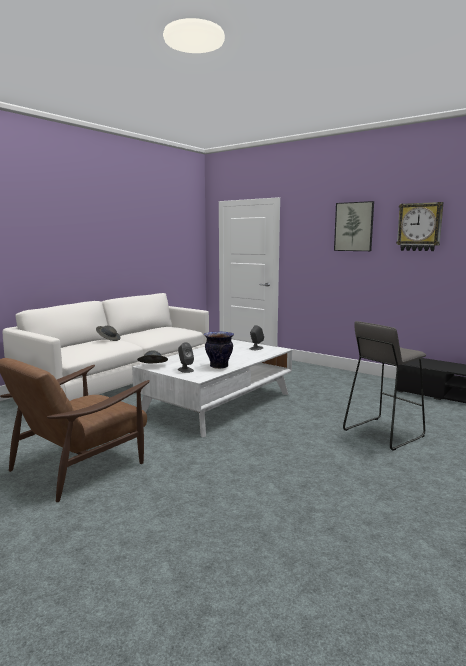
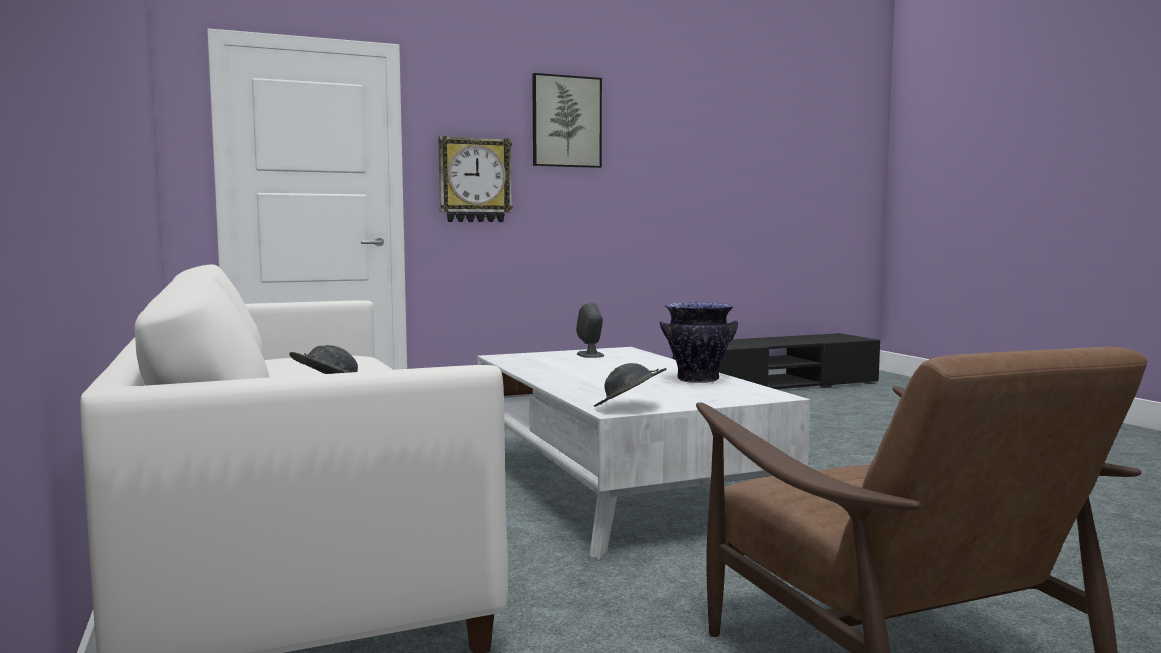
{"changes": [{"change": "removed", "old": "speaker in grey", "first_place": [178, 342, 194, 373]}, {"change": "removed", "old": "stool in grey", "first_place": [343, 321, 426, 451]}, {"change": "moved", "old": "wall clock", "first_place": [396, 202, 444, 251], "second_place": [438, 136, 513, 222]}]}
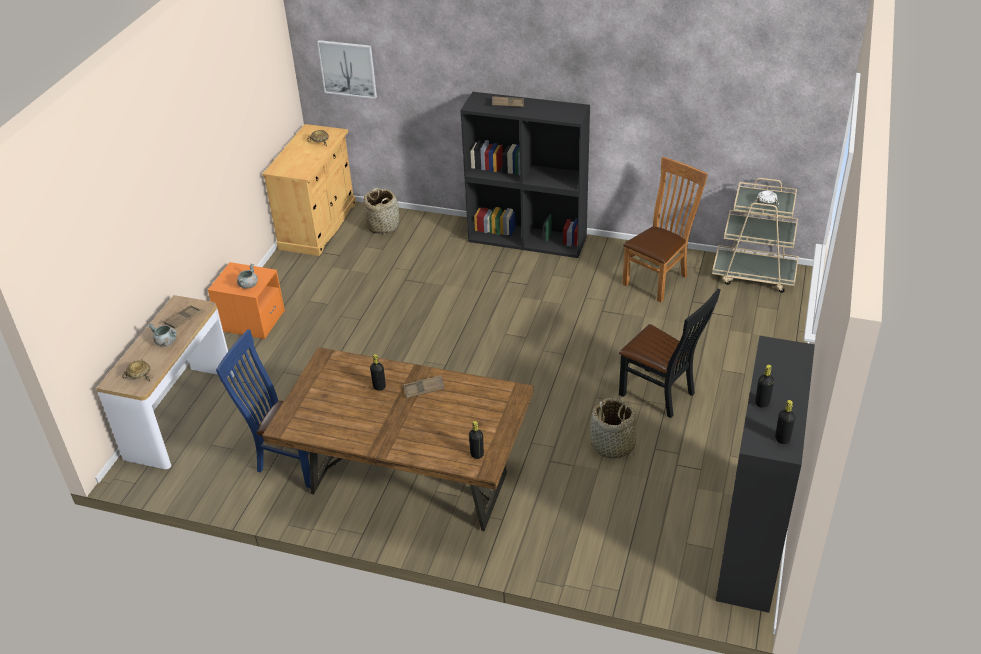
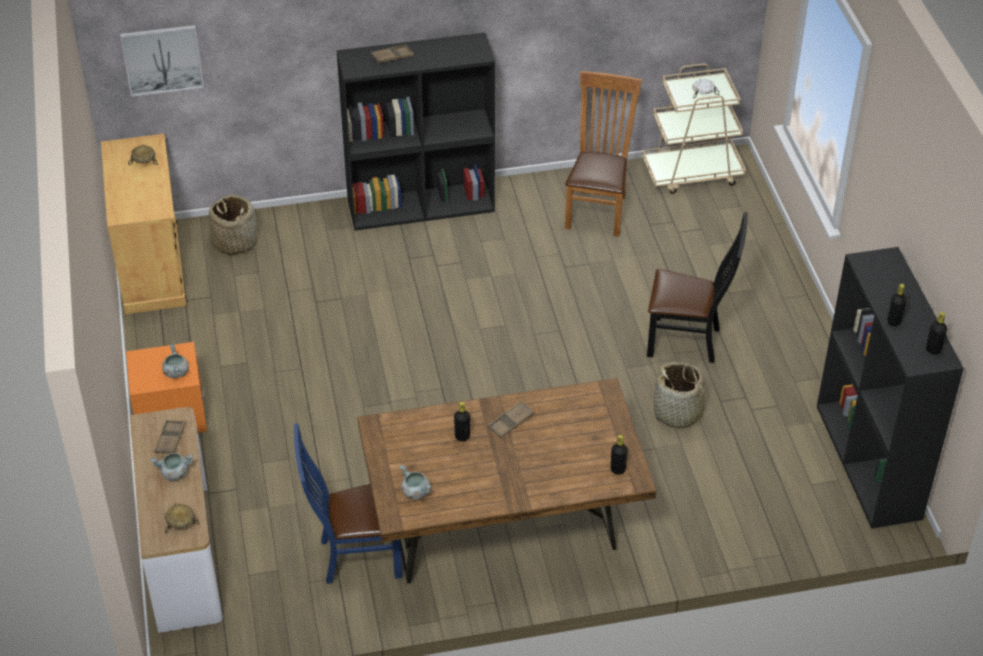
{"changes": [{"change": "added", "new": "cooking pot in grey", "second_place": [399, 465, 432, 500]}]}
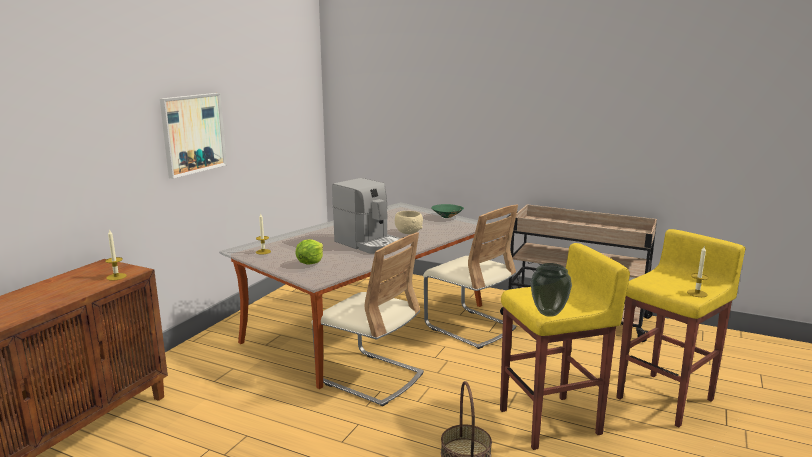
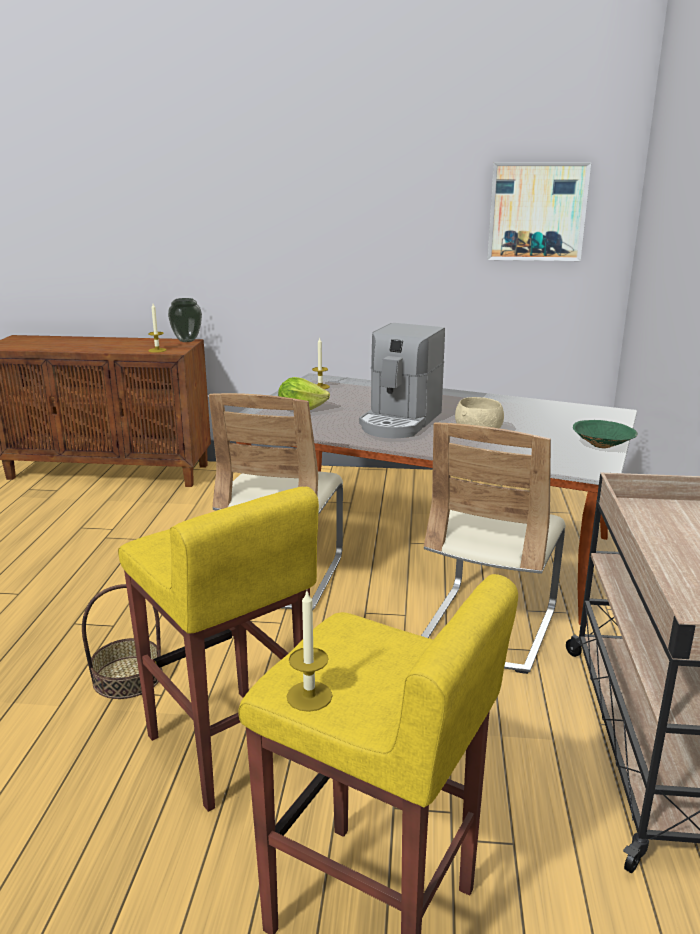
{"changes": [{"change": "moved", "old": "picture", "first_place": [160, 93, 227, 179], "second_place": [487, 162, 591, 261]}, {"change": "moved", "old": "vase", "first_place": [531, 263, 572, 317], "second_place": [168, 298, 202, 342]}]}
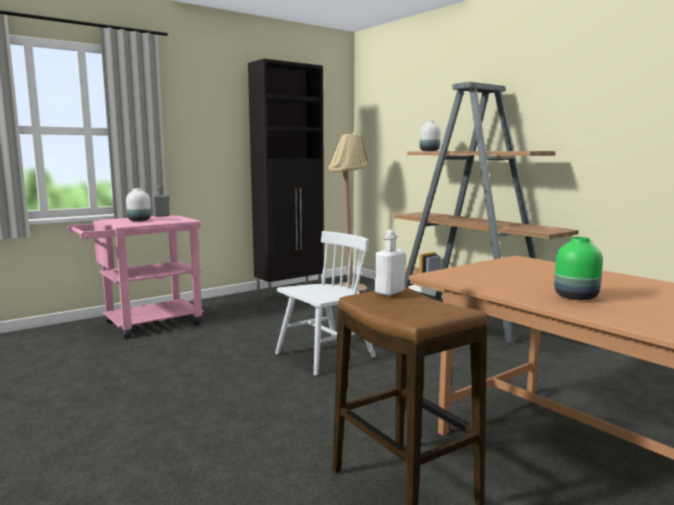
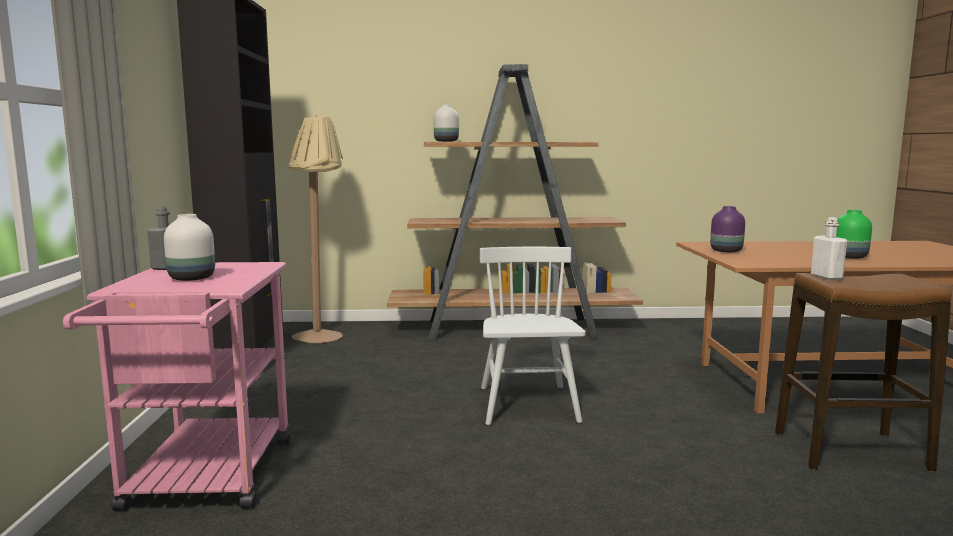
{"changes": [{"change": "added", "new": "vase in purple", "second_place": [710, 206, 745, 252]}]}
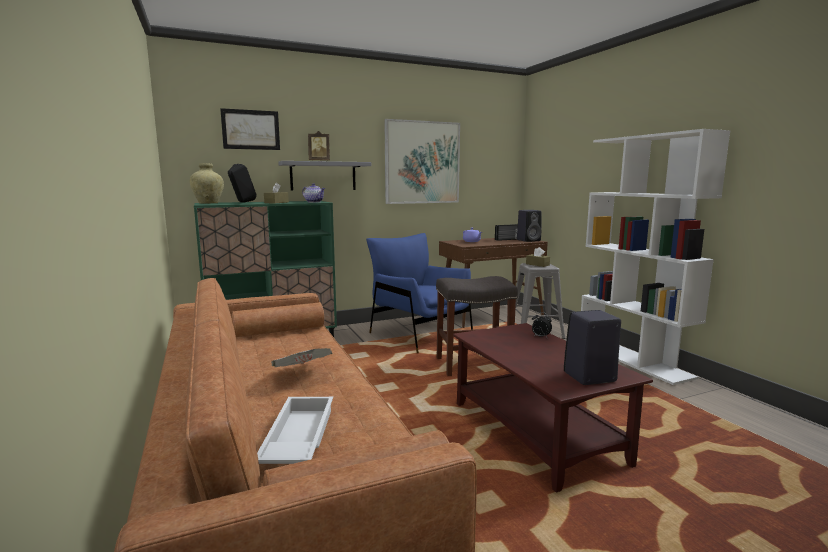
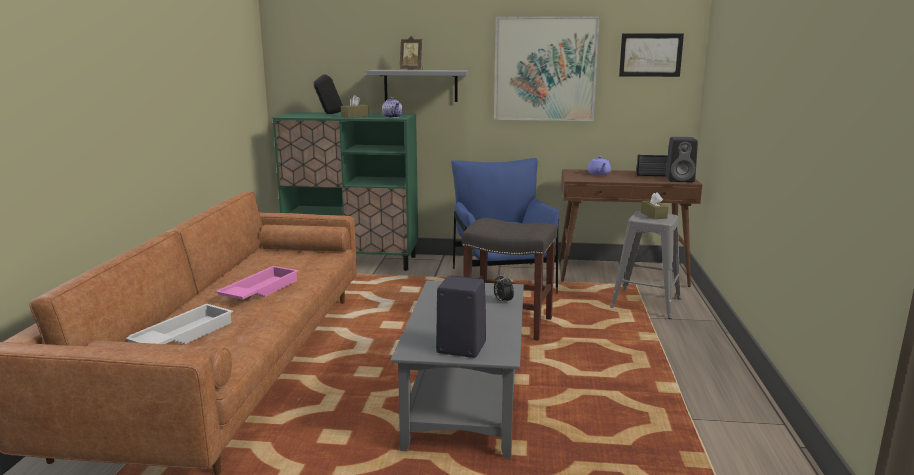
{"changes": [{"change": "removed", "old": "vase in beige", "first_place": [190, 163, 224, 204]}, {"change": "moved", "old": "picture", "first_place": [220, 108, 280, 150], "second_place": [619, 33, 684, 77]}, {"change": "replaced", "old": "newspaper", "new": "tray in pink", "first_place": [271, 348, 332, 367], "second_place": [215, 266, 299, 300]}, {"change": "recoloured", "old": "coffee table in brown", "new": "coffee table in grey", "first_place": [453, 323, 653, 493], "second_place": [391, 281, 524, 459]}, {"change": "removed", "old": "bookcase in white", "first_place": [581, 129, 731, 385]}]}
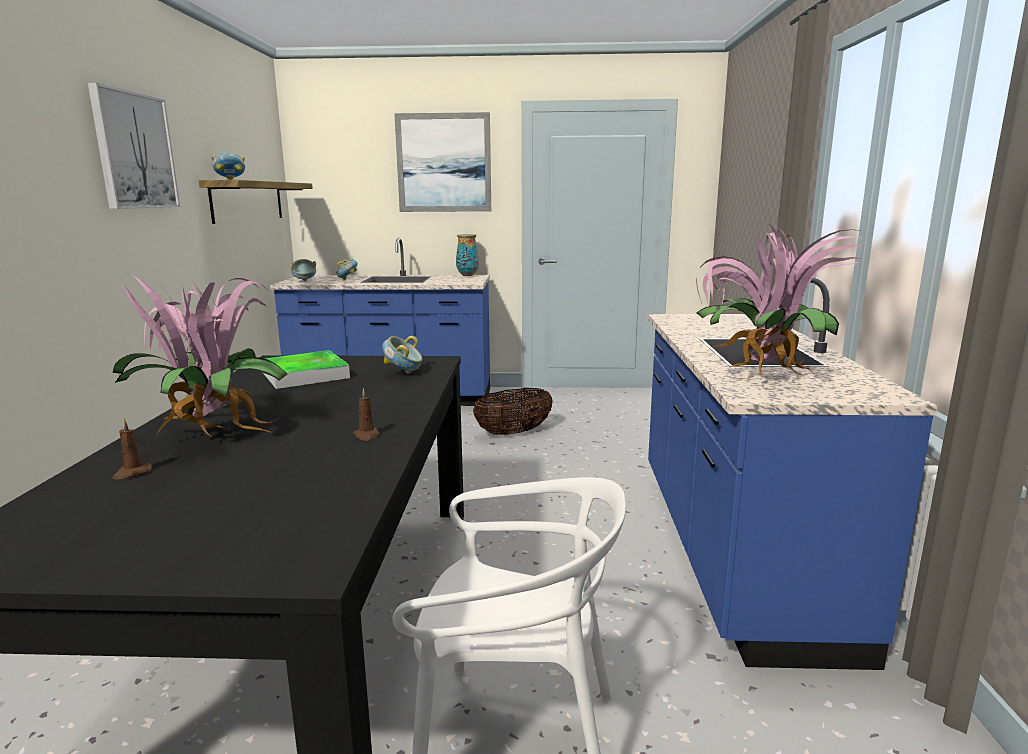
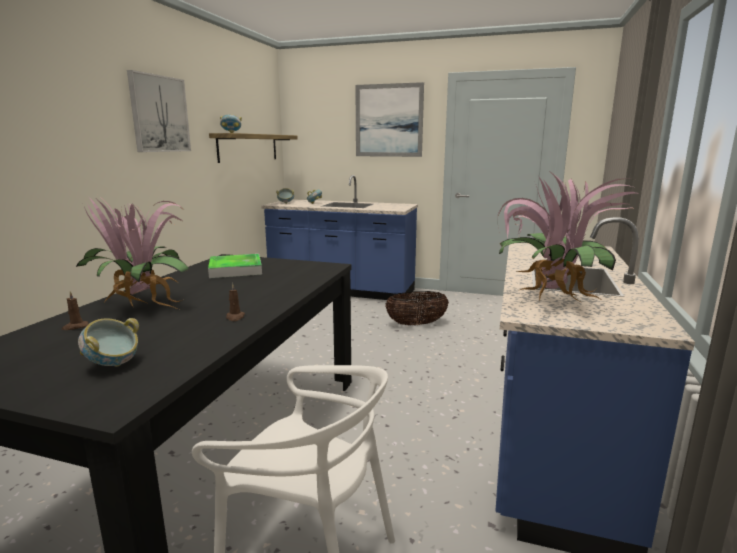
{"changes": [{"change": "moved", "old": "bowl", "first_place": [382, 336, 422, 374], "second_place": [78, 318, 139, 367]}, {"change": "removed", "old": "vase", "first_place": [456, 234, 479, 276]}]}
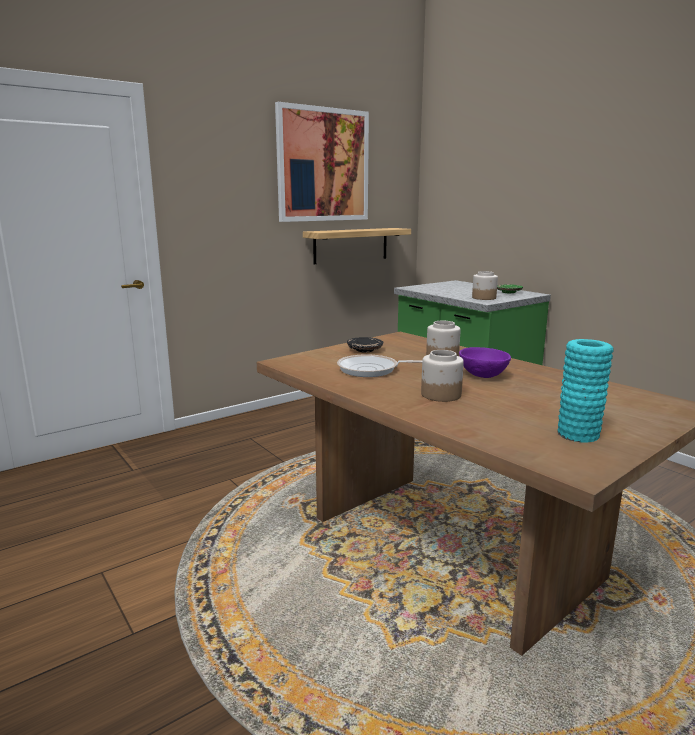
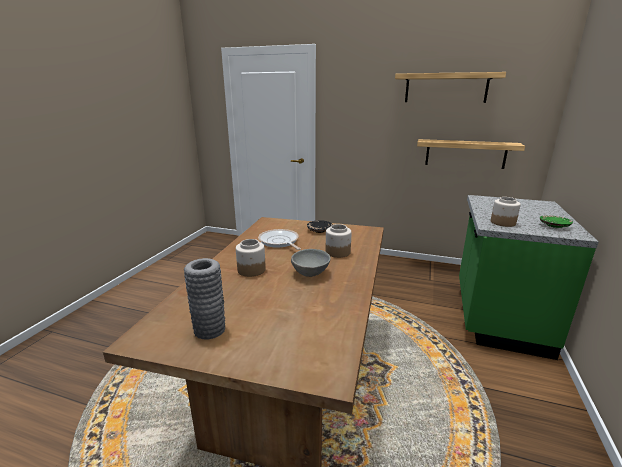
{"changes": [{"change": "replaced", "old": "picture", "new": "shelf", "first_place": [275, 102, 369, 222], "second_place": [395, 72, 506, 103]}, {"change": "recoloured", "old": "bowl in purple", "new": "bowl in grey", "first_place": [459, 347, 511, 378], "second_place": [291, 249, 331, 277]}, {"change": "recoloured", "old": "vase in turquoise", "new": "vase in grey", "first_place": [558, 339, 614, 443], "second_place": [184, 258, 225, 340]}]}
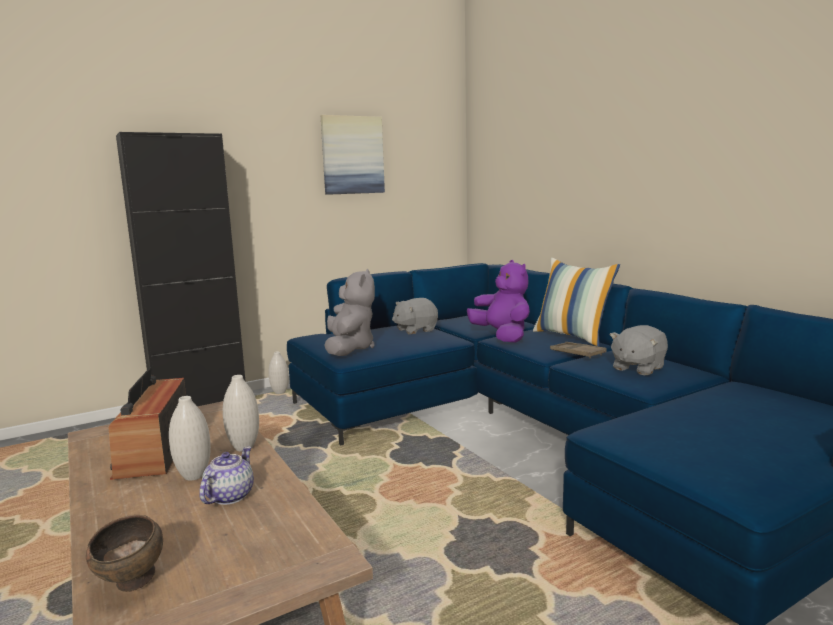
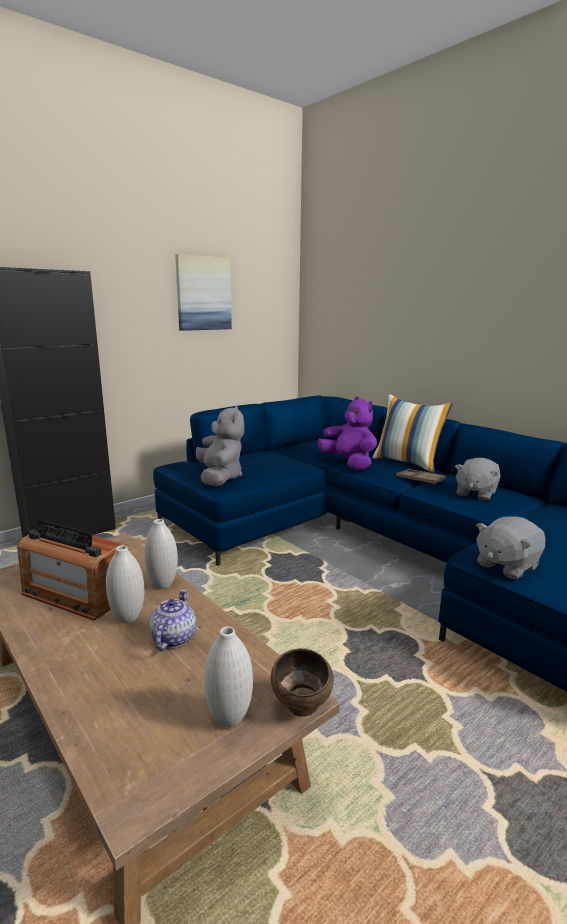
{"changes": [{"change": "moved", "old": "bowl in brown", "first_place": [86, 515, 163, 592], "second_place": [271, 648, 334, 717]}, {"change": "turned", "old": "radio", "first_place": [109, 367, 186, 480], "second_place": [17, 520, 127, 620], "degrees": -45}, {"change": "moved", "old": "vase in white", "first_place": [268, 351, 289, 394], "second_place": [204, 626, 253, 728]}, {"change": "moved", "old": "plush toy in grey", "first_place": [392, 298, 438, 334], "second_place": [476, 516, 545, 579]}]}
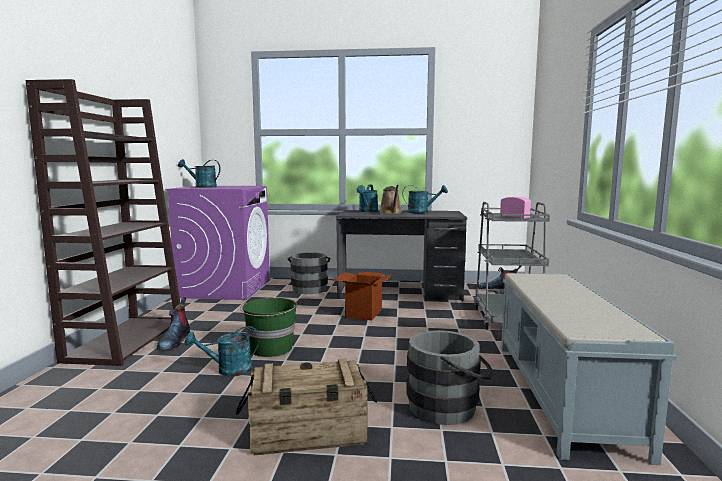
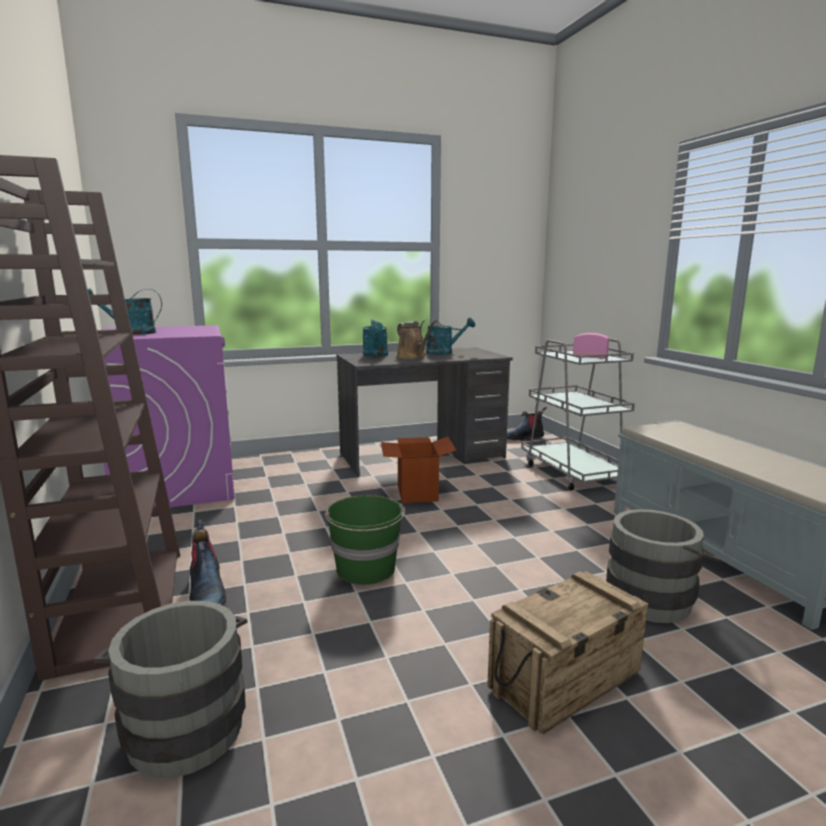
{"changes": [{"change": "removed", "old": "watering can in turquoise", "first_place": [184, 326, 259, 377]}, {"change": "moved", "old": "bucket in grey", "first_place": [287, 252, 330, 294], "second_place": [94, 601, 248, 778]}]}
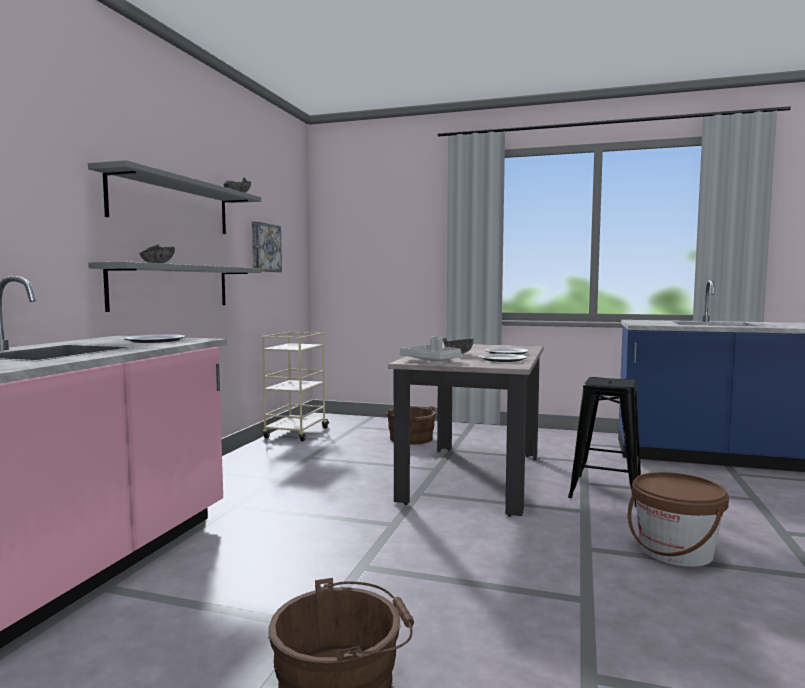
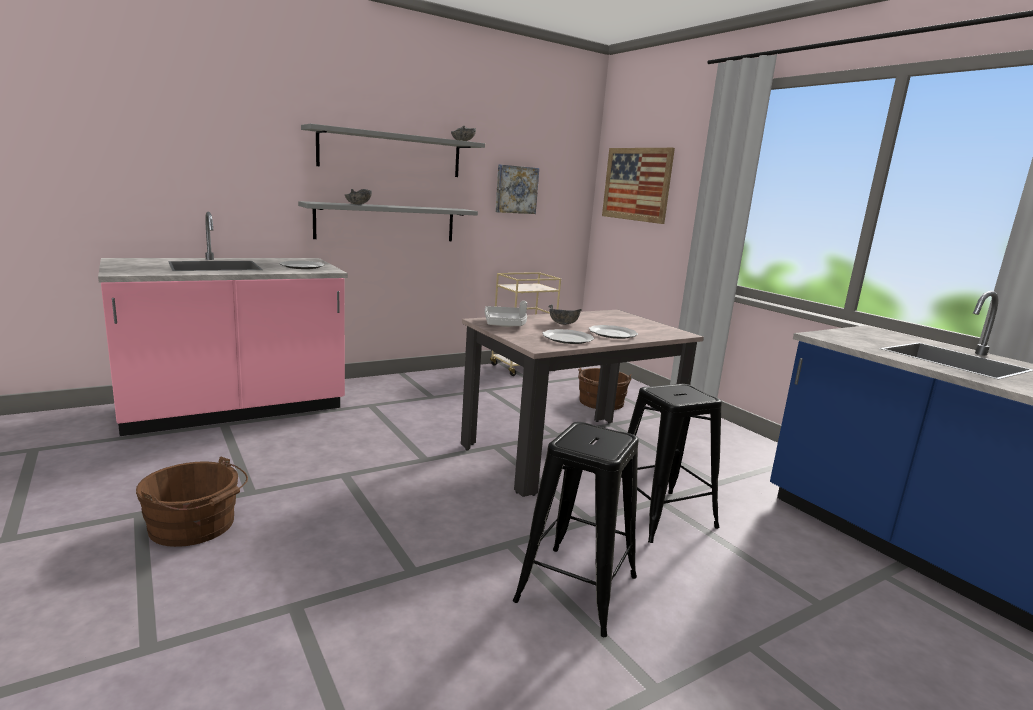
{"changes": [{"change": "replaced", "old": "bucket in brown", "new": "stool in black", "first_place": [628, 472, 729, 567], "second_place": [513, 422, 639, 637]}, {"change": "added", "new": "picture", "second_place": [602, 148, 675, 224]}]}
